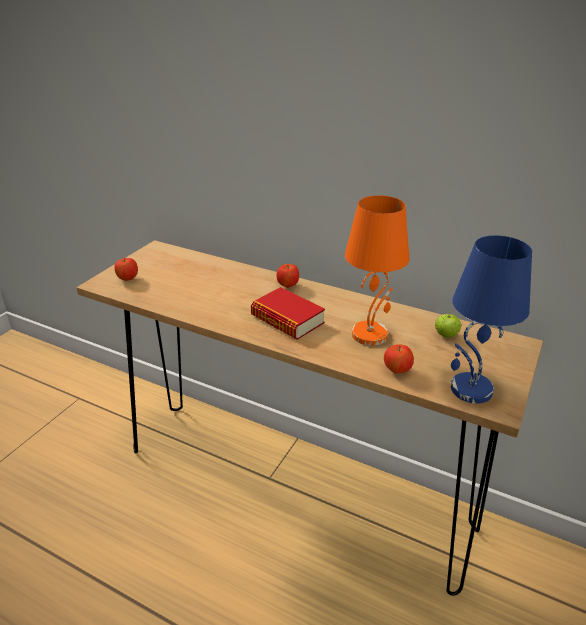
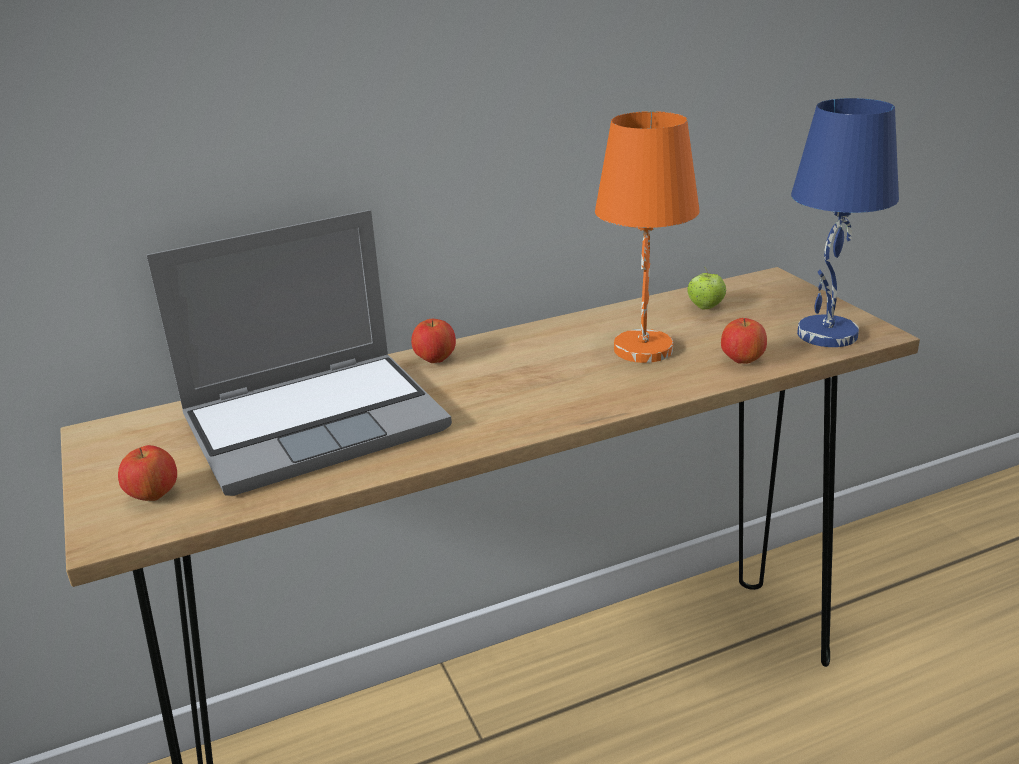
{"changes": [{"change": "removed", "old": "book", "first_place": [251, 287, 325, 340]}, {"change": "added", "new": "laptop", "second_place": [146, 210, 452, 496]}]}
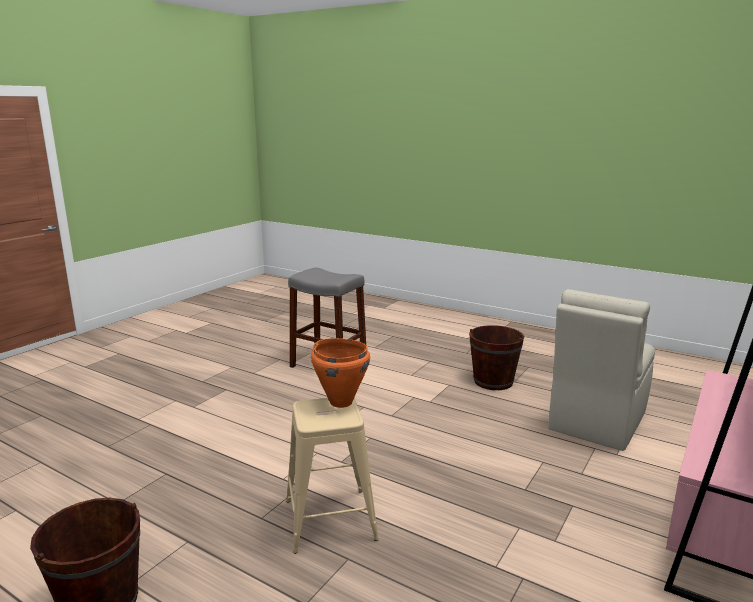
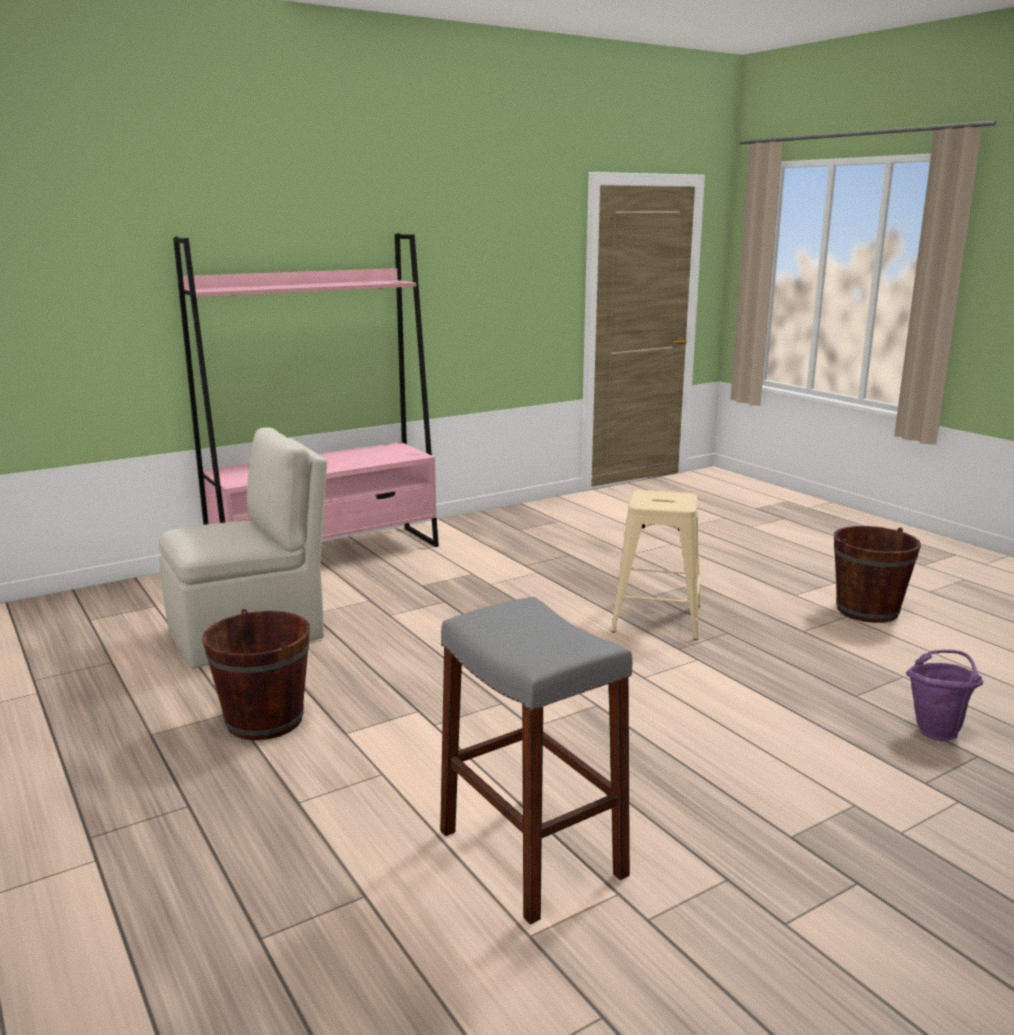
{"changes": [{"change": "removed", "old": "cooking pot in orange", "first_place": [311, 338, 370, 408]}, {"change": "added", "new": "bucket in purple", "second_place": [906, 649, 983, 741]}]}
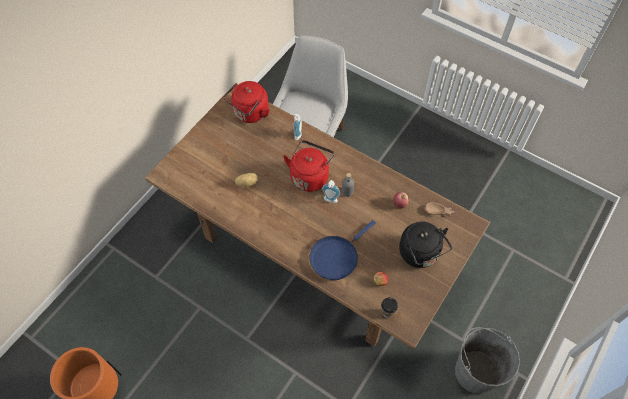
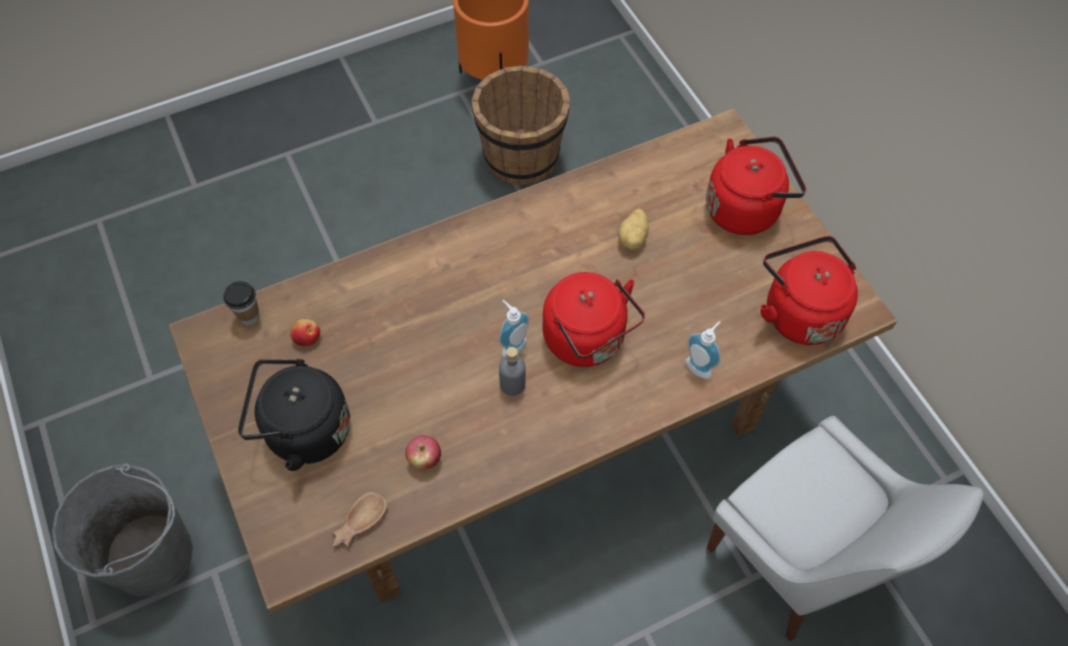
{"changes": [{"change": "removed", "old": "frying pan in blue", "first_place": [310, 220, 376, 280]}, {"change": "added", "new": "bucket in brown", "second_place": [471, 66, 570, 185]}, {"change": "added", "new": "kettle in red", "second_place": [706, 137, 806, 235]}]}
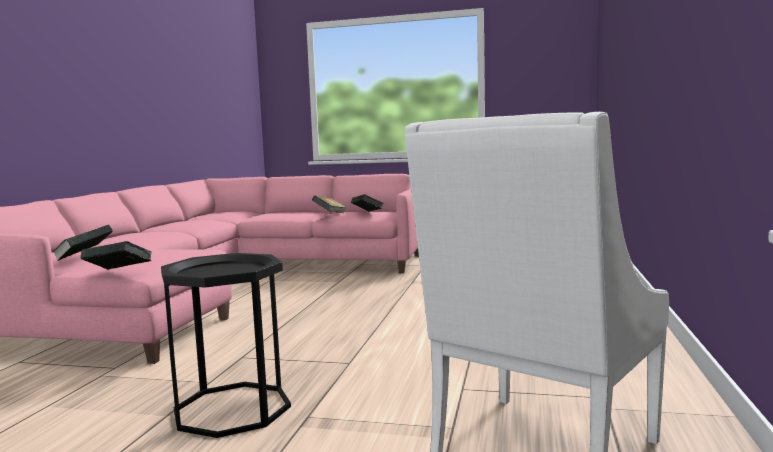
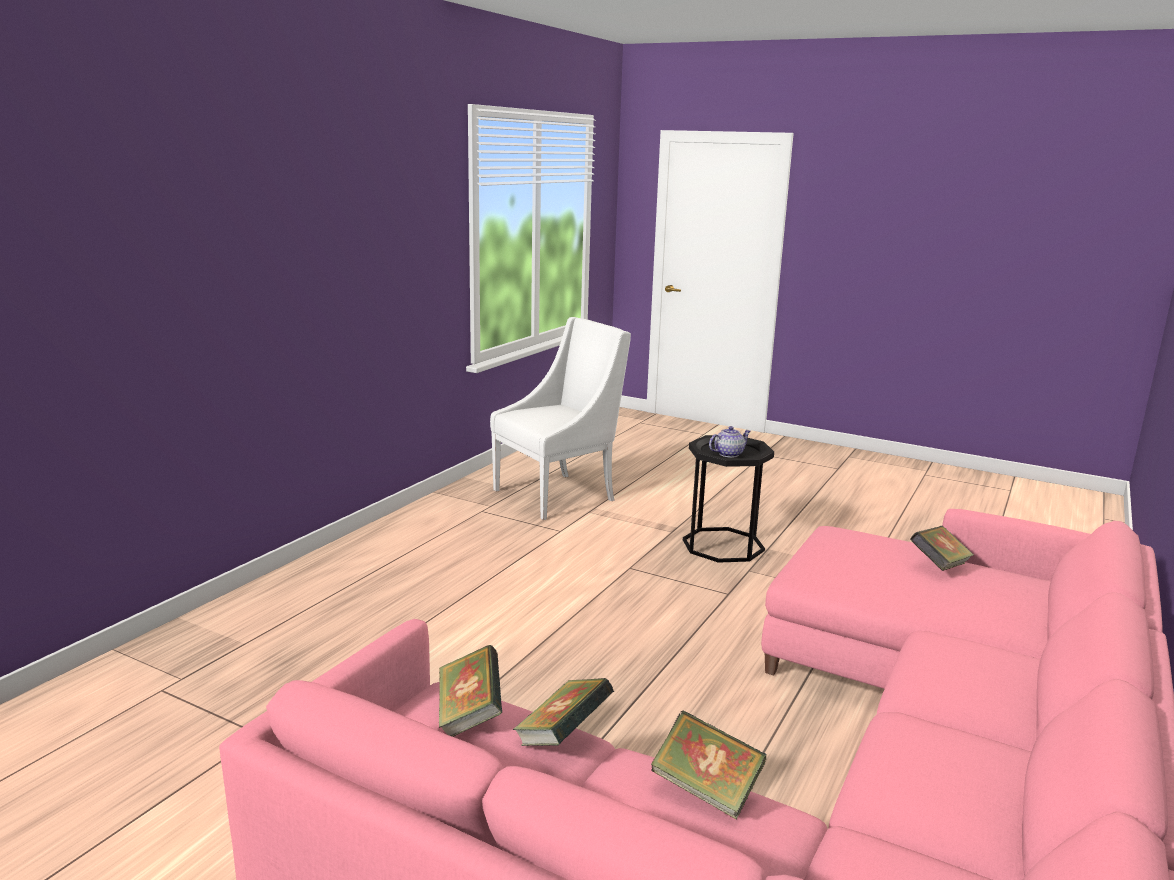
{"changes": [{"change": "moved", "old": "book", "first_place": [81, 241, 152, 270], "second_place": [651, 710, 766, 820]}, {"change": "added", "new": "teapot", "second_place": [709, 426, 751, 458]}]}
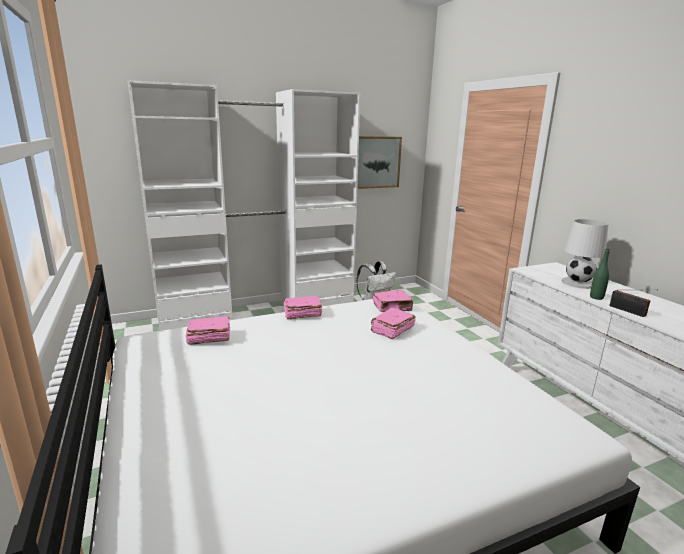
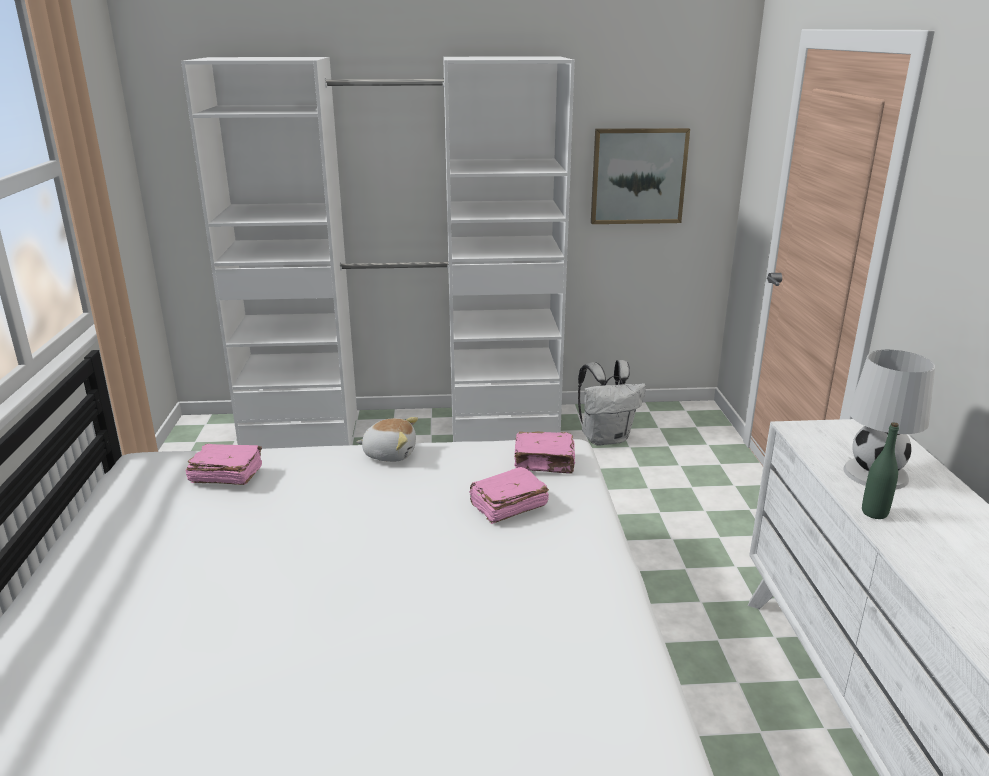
{"changes": [{"change": "replaced", "old": "book in pink", "new": "plush toy", "first_place": [283, 296, 322, 320], "second_place": [356, 417, 418, 462]}, {"change": "removed", "old": "radio", "first_place": [610, 289, 658, 317]}]}
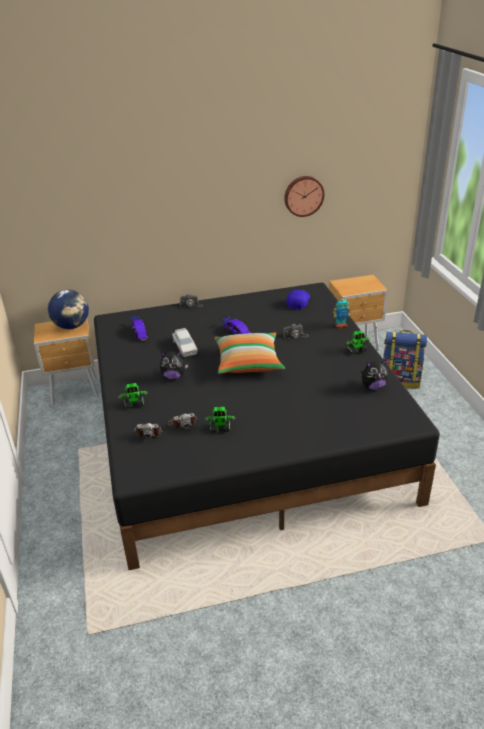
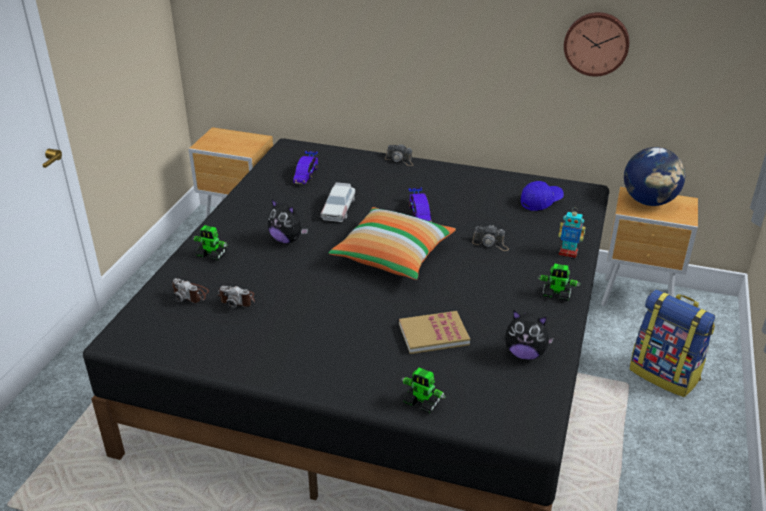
{"changes": [{"change": "moved", "old": "globe", "first_place": [48, 290, 89, 329], "second_place": [624, 147, 685, 206]}, {"change": "moved", "old": "toy robot", "first_place": [205, 407, 236, 432], "second_place": [401, 368, 446, 414]}, {"change": "added", "new": "book", "second_place": [399, 311, 470, 354]}]}
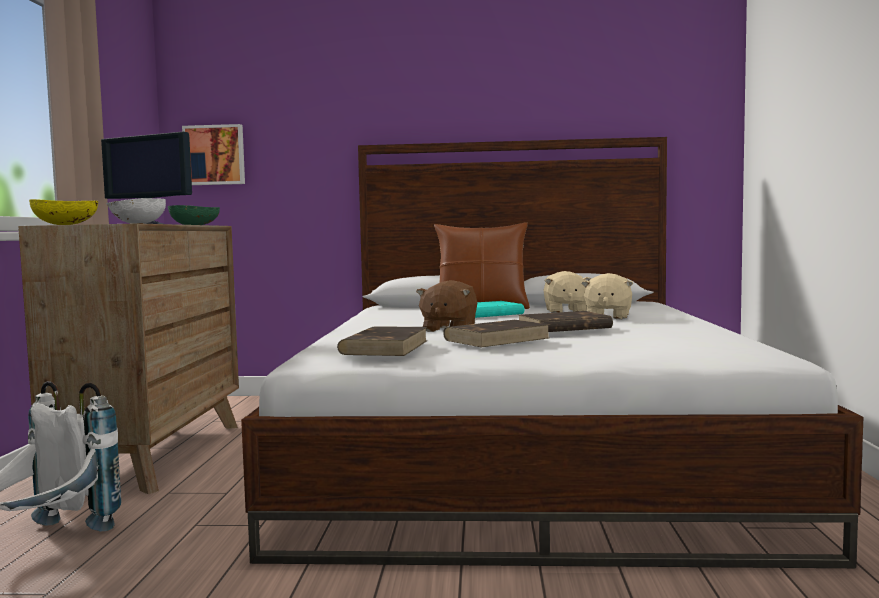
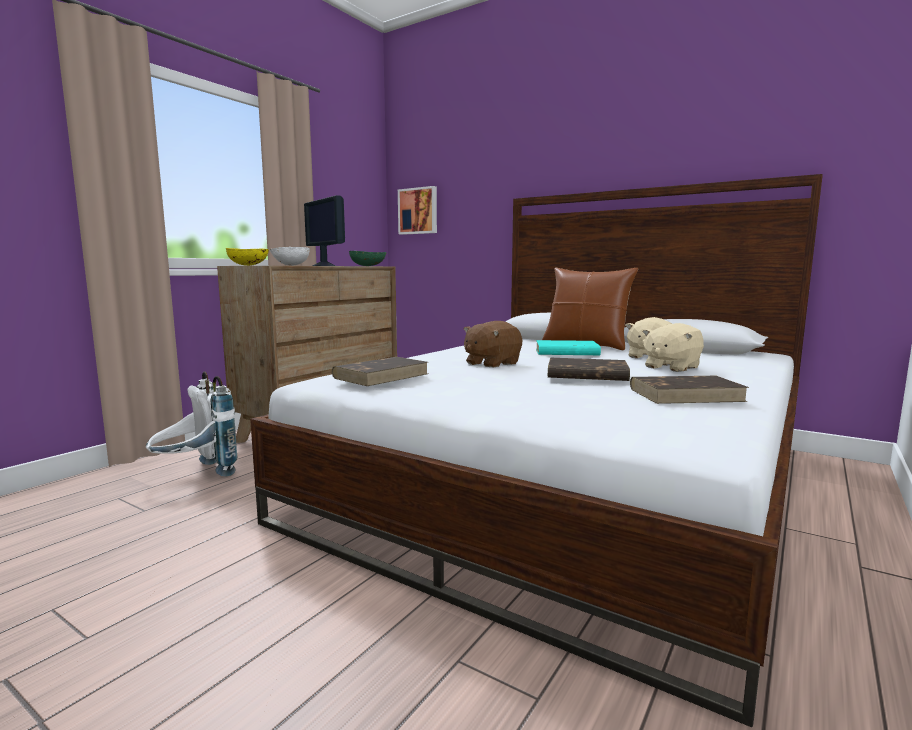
{"changes": [{"change": "moved", "old": "book in brown", "first_place": [443, 320, 550, 347], "second_place": [630, 376, 749, 404]}]}
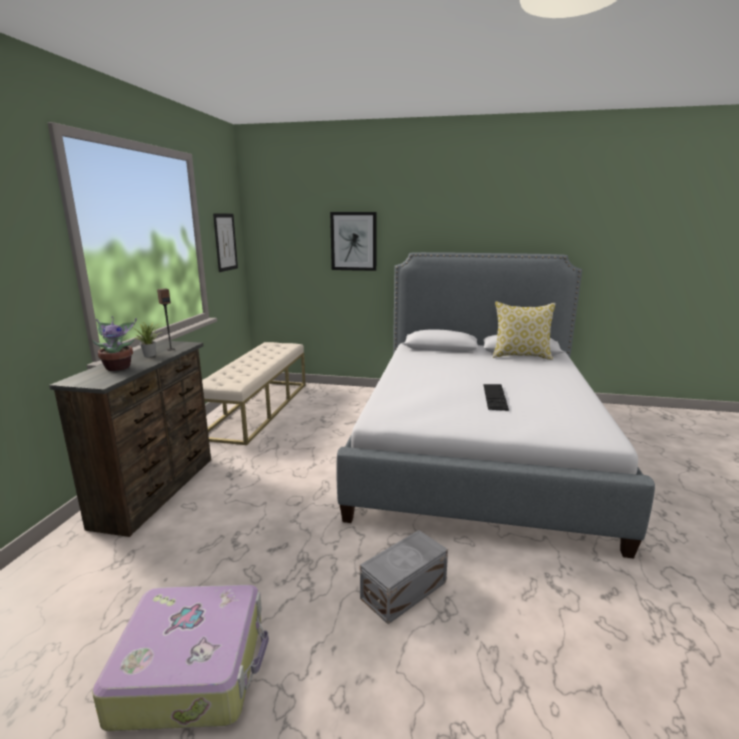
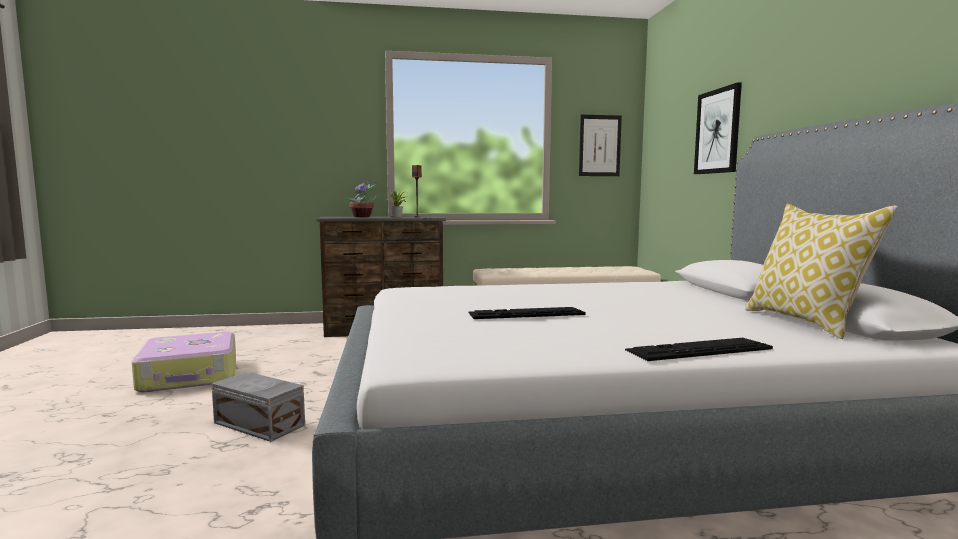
{"changes": [{"change": "added", "new": "keyboard", "second_place": [625, 338, 773, 361]}]}
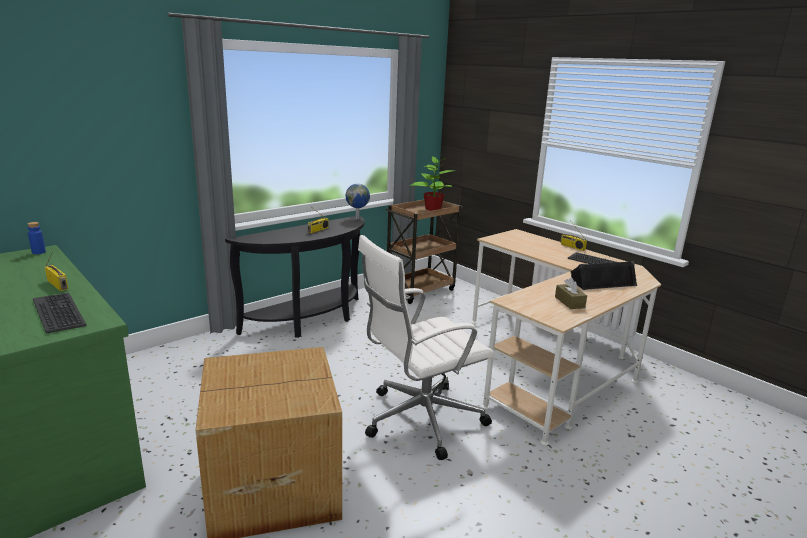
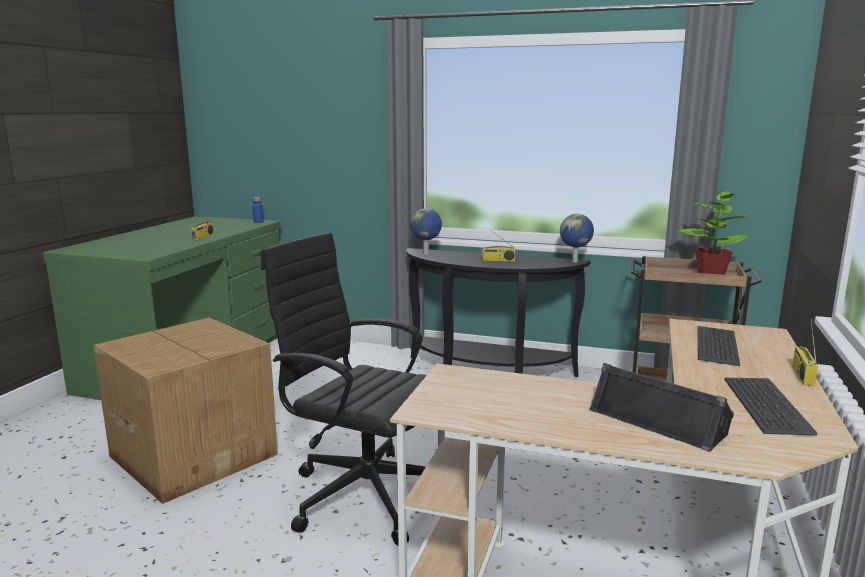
{"changes": [{"change": "moved", "old": "keyboard", "first_place": [33, 293, 87, 333], "second_place": [697, 326, 740, 366]}, {"change": "recoloured", "old": "office chair in white", "new": "office chair in black", "first_place": [358, 235, 494, 460], "second_place": [261, 232, 427, 546]}, {"change": "removed", "old": "tissue box in brown", "first_place": [555, 278, 587, 309]}, {"change": "added", "new": "globe", "second_place": [410, 208, 442, 255]}]}
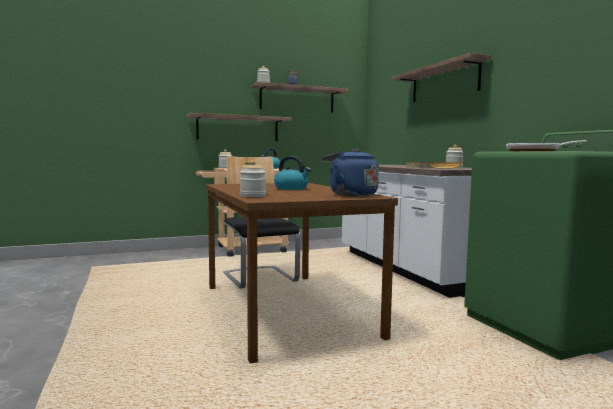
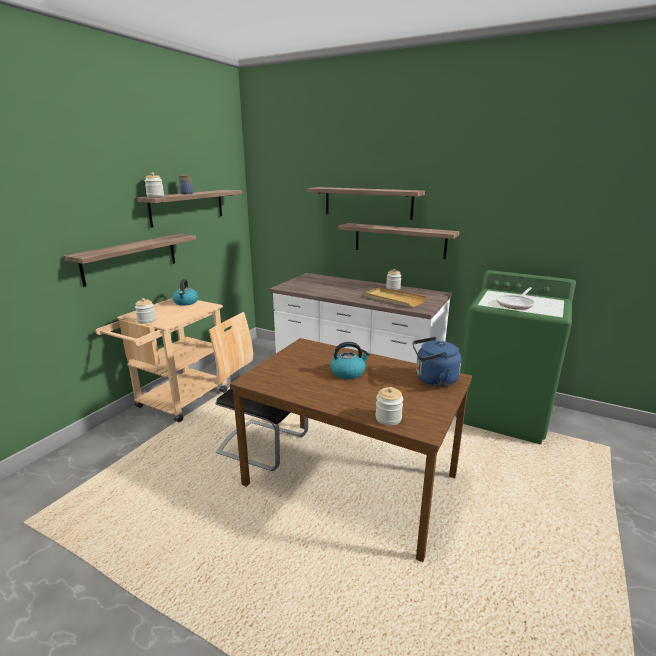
{"changes": [{"change": "added", "new": "shelf", "second_place": [338, 223, 460, 259]}]}
